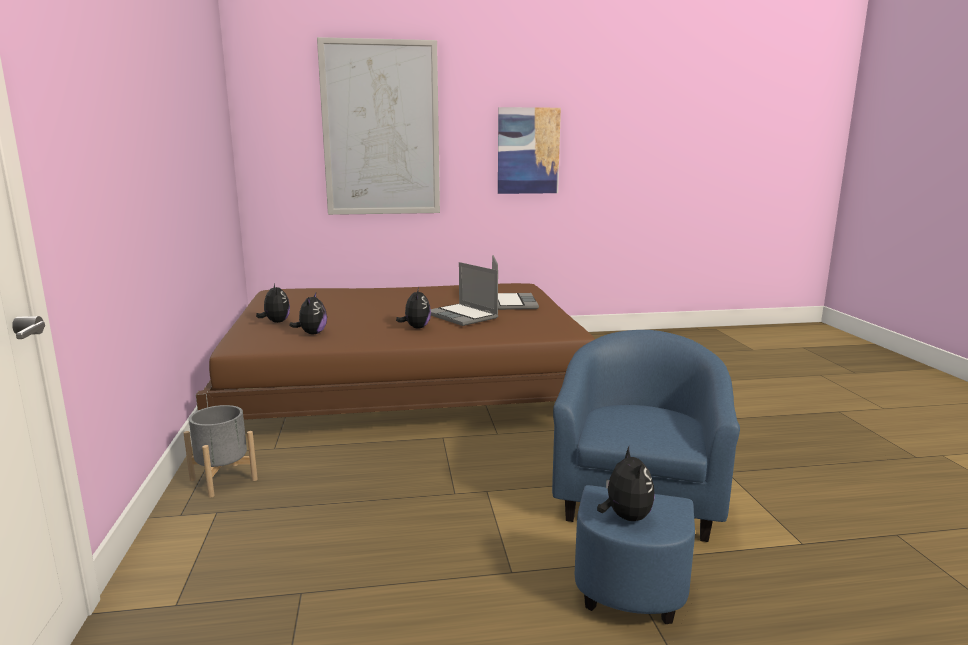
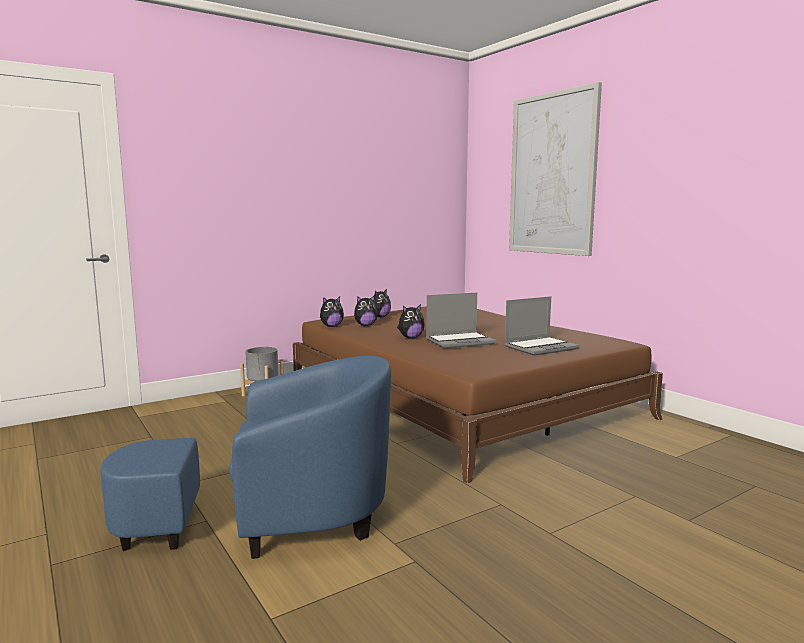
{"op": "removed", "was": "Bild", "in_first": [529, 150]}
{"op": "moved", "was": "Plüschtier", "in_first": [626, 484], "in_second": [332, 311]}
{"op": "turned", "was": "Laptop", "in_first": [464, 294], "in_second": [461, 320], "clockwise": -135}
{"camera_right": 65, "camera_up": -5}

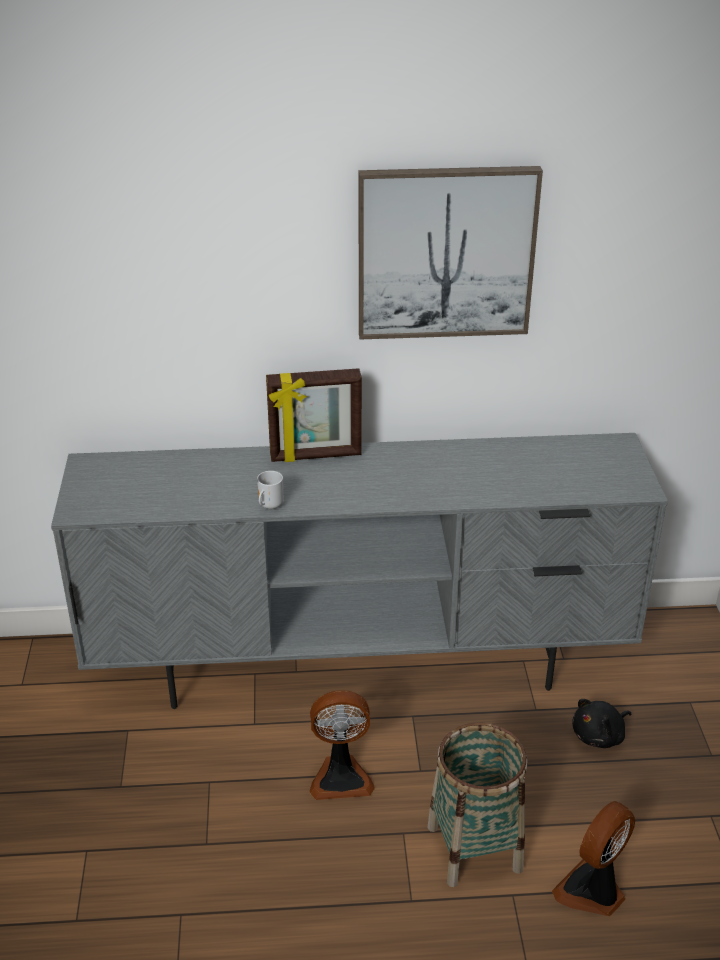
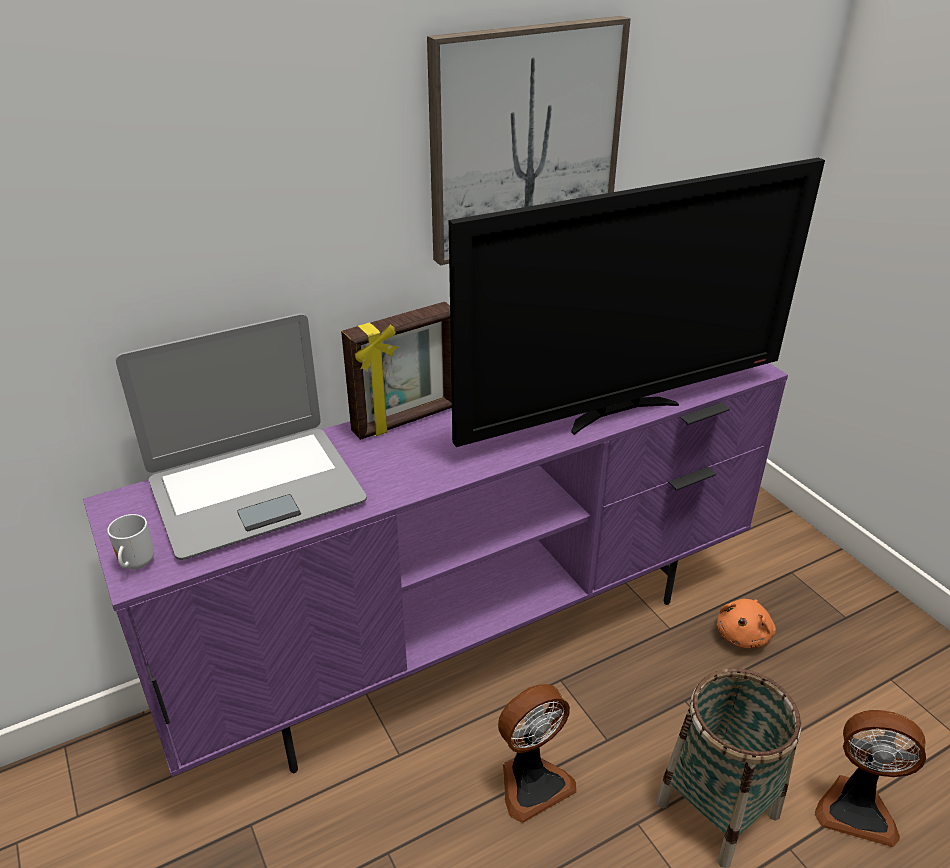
{"op": "added", "now": "Laptop", "in_second": [241, 436]}
{"op": "added", "now": "Fernseher", "in_second": [637, 302]}
{"op": "moved", "was": "Henkelbecher", "in_first": [270, 490], "in_second": [130, 541]}
{"op": "recoloured", "was": "Fernsehschrank [grau]", "now": "Fernsehschrank [lila]", "in_first": [359, 571], "in_second": [435, 570]}
{"op": "recoloured", "was": "Plüschtier [schwarz]", "now": "Plüschtier [orange]", "in_first": [601, 723], "in_second": [746, 623]}
{"op": "turned", "was": "Ventilator", "in_first": [593, 858], "in_second": [870, 778], "clockwise": -90}
{"camera_right": -25, "camera_up": 0}

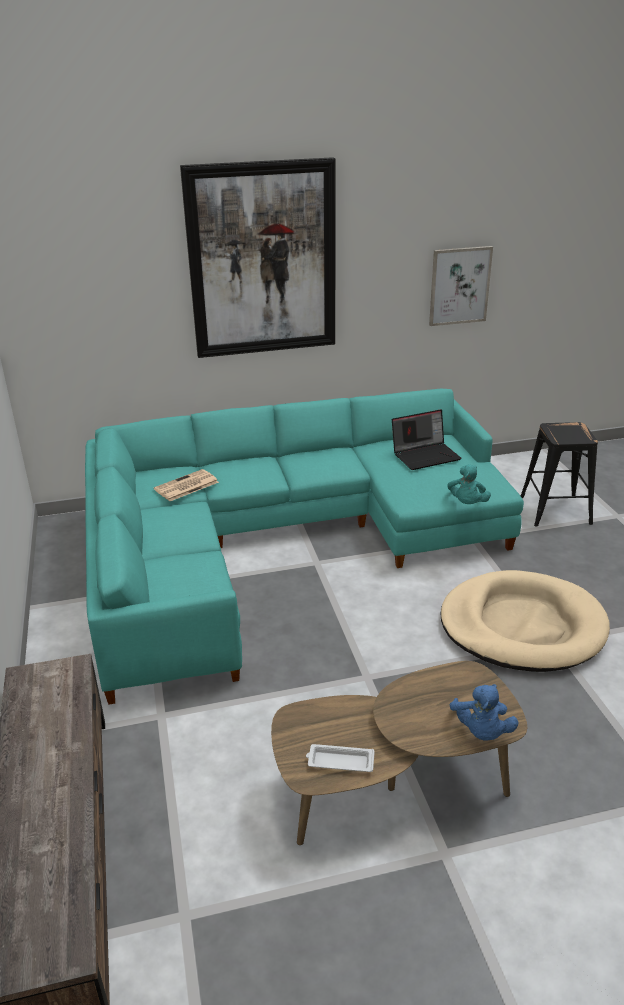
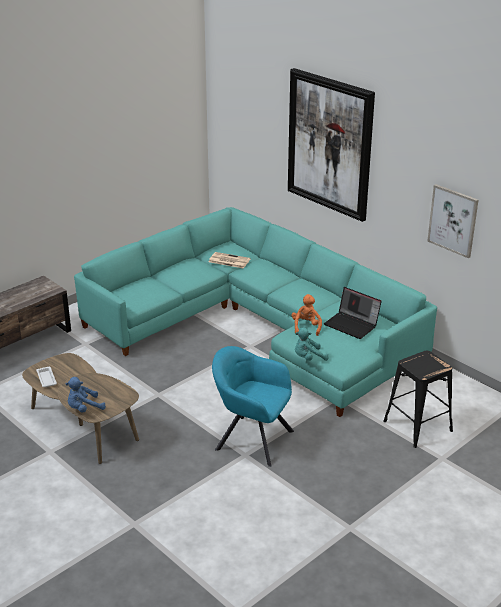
{"op": "added", "now": "Plüschtier [orange]", "in_second": [306, 315]}
{"op": "replaced", "was": "Hundebett [beige]", "now": "Sessel [türkis]", "in_first": [525, 621], "in_second": [253, 406]}
{"camera_right": 60, "camera_up": 0}

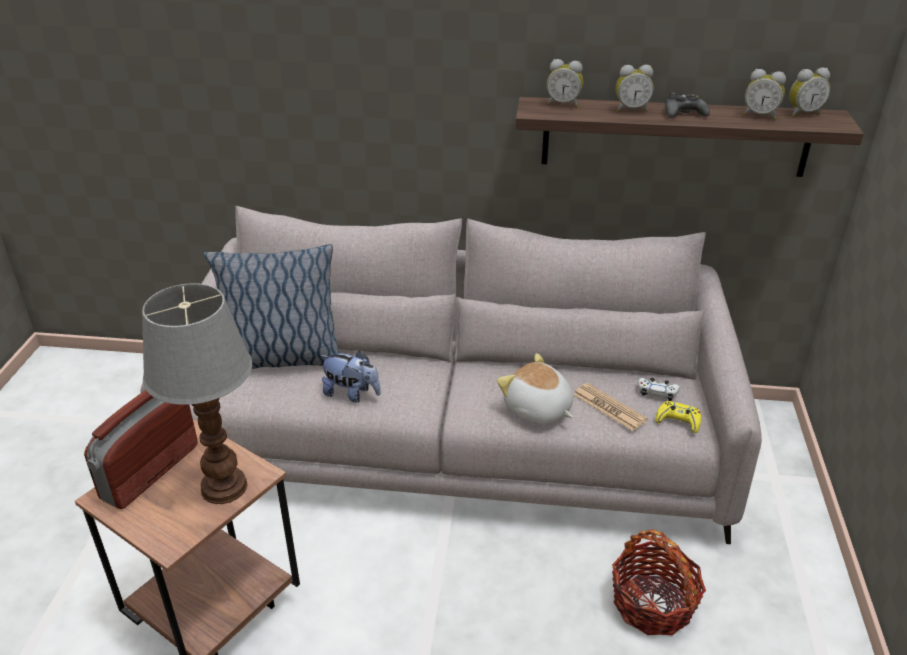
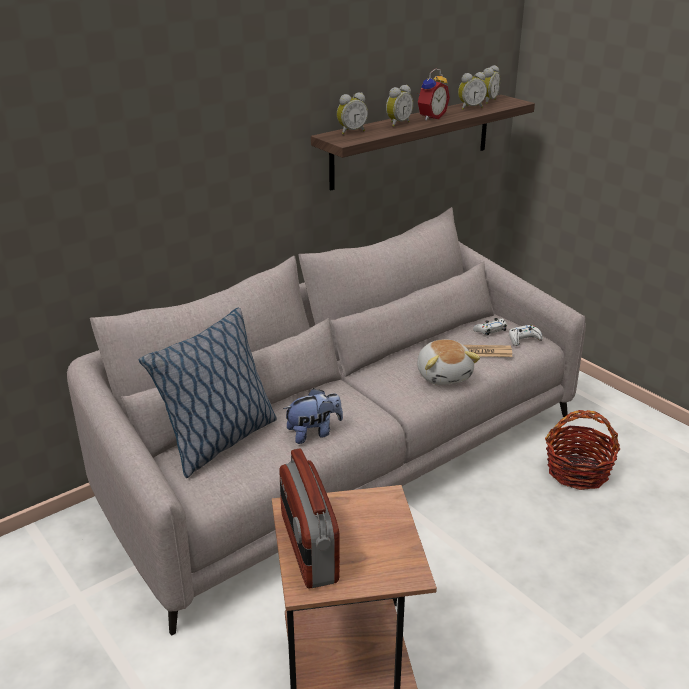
{"op": "removed", "was": "Tischlampe", "in_first": [197, 393]}
{"op": "replaced", "was": "Gamepad [schwarz]", "now": "Wecker", "in_first": [687, 105], "in_second": [433, 94]}
{"op": "recoloured", "was": "Gamepad [gelb]", "now": "Gamepad [weiß]", "in_first": [678, 417], "in_second": [526, 335]}
{"op": "turned", "was": "Plüschtier", "in_first": [535, 388], "in_second": [448, 362], "clockwise": -105}
{"camera_right": -45, "camera_up": -5}

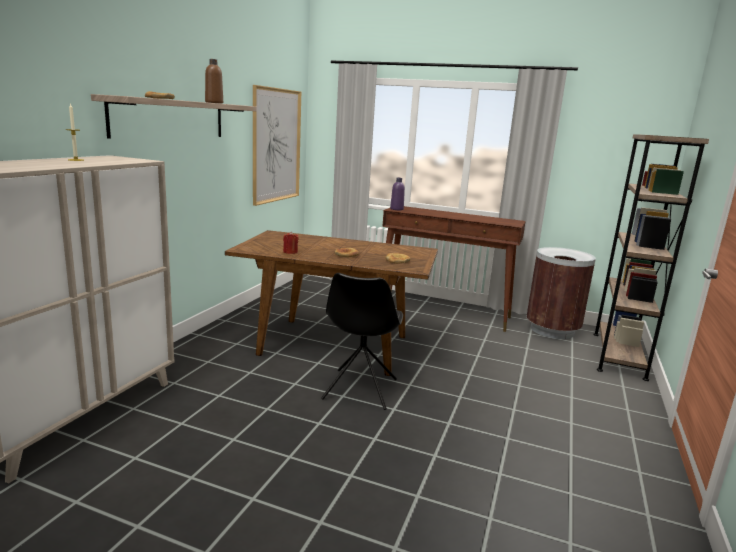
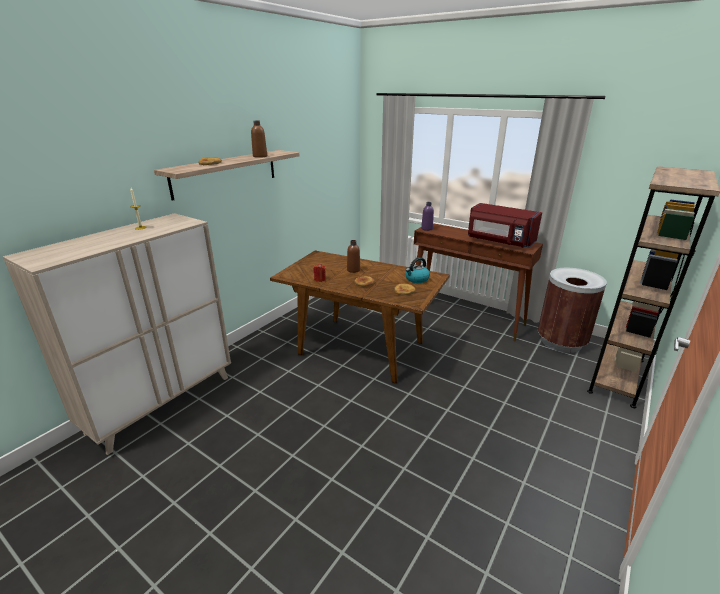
{"op": "removed", "was": "Bild", "in_first": [277, 145]}
{"op": "removed", "was": "Stuhl [schwarz]", "in_first": [362, 341]}
{"op": "added", "now": "Flasche [braun]", "in_second": [353, 256]}
{"op": "added", "now": "Wasserkessel", "in_second": [417, 270]}
{"op": "added", "now": "Mikrowelle [rot]", "in_second": [505, 225]}
{"camera_right": 15, "camera_up": 10}

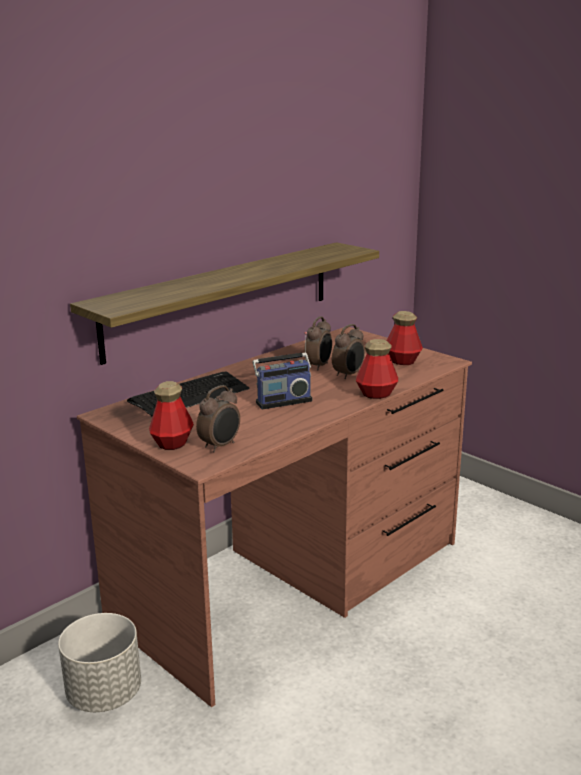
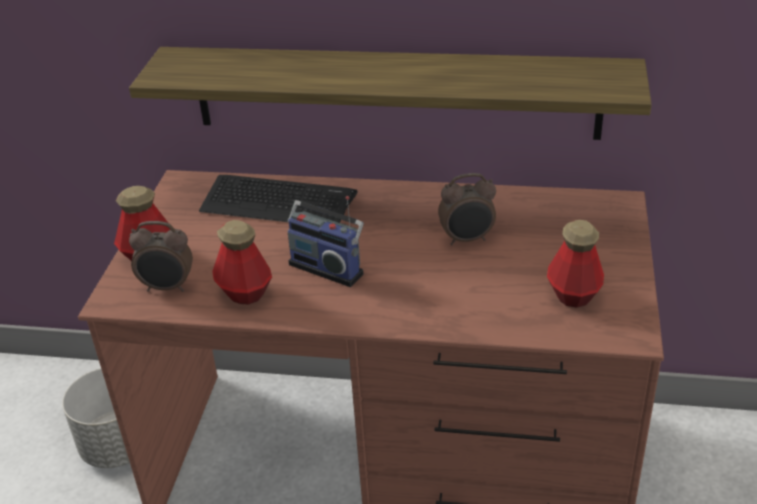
{"op": "removed", "was": "Wecker", "in_first": [348, 351]}
{"op": "moved", "was": "Flasche", "in_first": [377, 369], "in_second": [242, 262]}
{"camera_right": 55, "camera_up": 15}

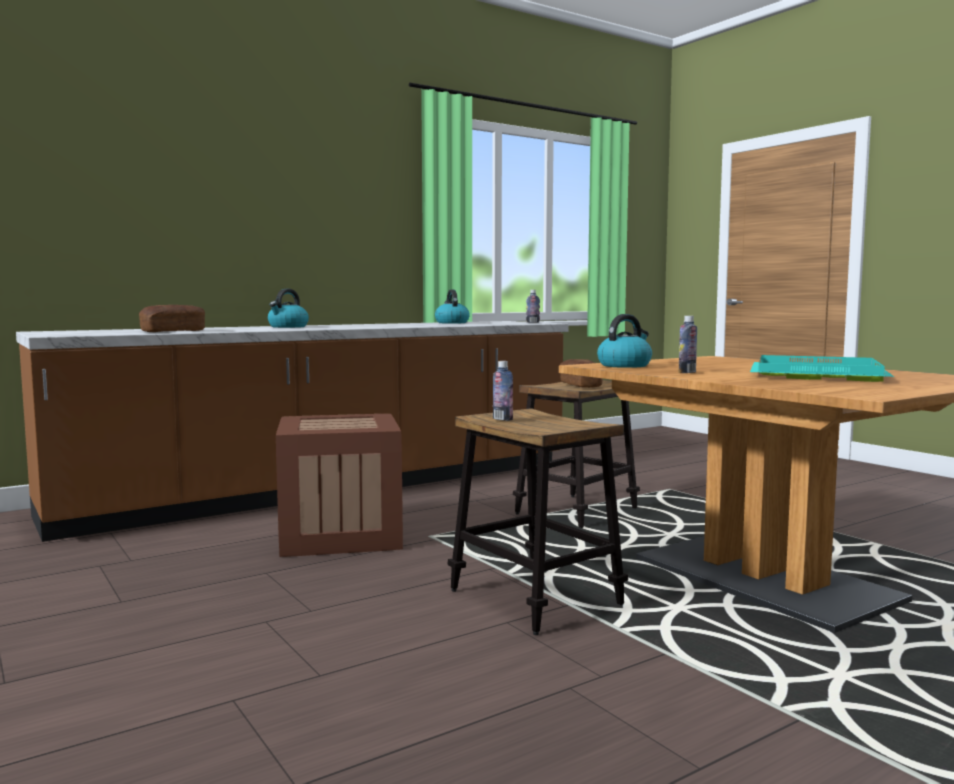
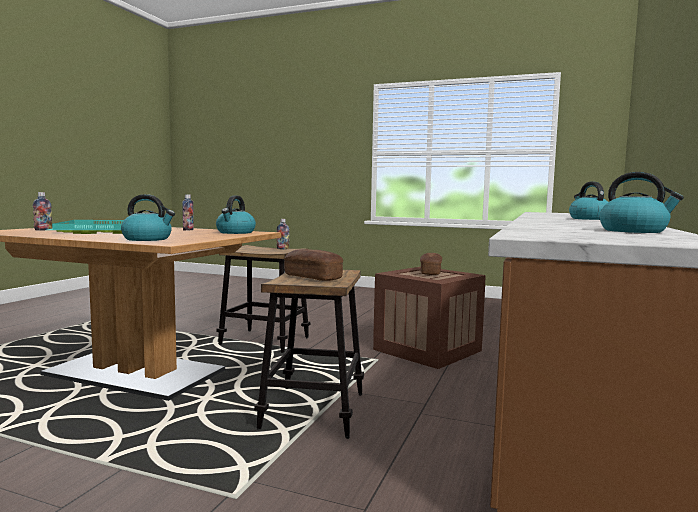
{"op": "added", "now": "Wasserkessel", "in_second": [148, 217]}
{"op": "moved", "was": "Brot", "in_first": [172, 318], "in_second": [431, 264]}
{"op": "moved", "was": "Flasche", "in_first": [533, 306], "in_second": [42, 211]}
{"camera_right": 145, "camera_up": 0}

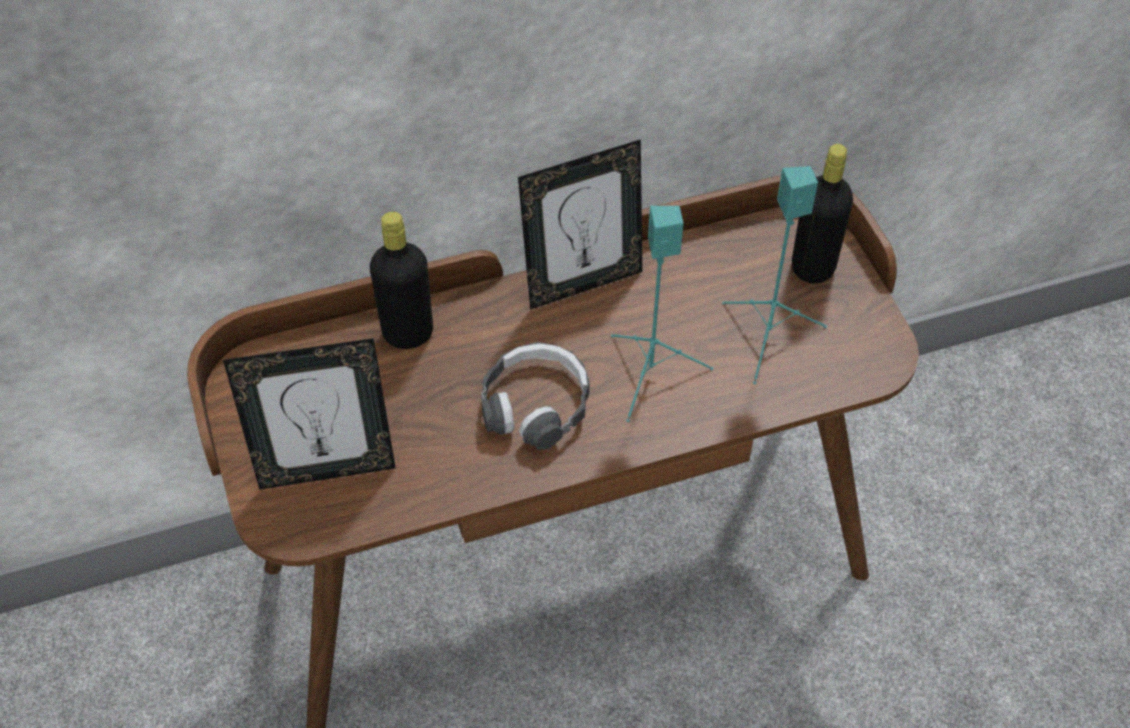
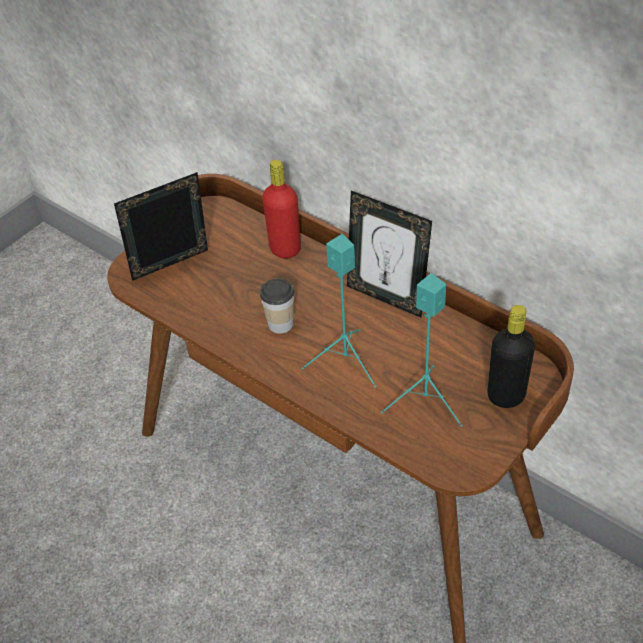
{"op": "replaced", "was": "Kopfhörer", "now": "Tasse", "in_first": [535, 396], "in_second": [277, 306]}
{"op": "recoloured", "was": "Flasche [schwarz]", "now": "Flasche [rot]", "in_first": [401, 280], "in_second": [281, 209]}
{"op": "turned", "was": "Bilderrahmen", "in_first": [309, 414], "in_second": [161, 226], "clockwise": 105}
{"camera_right": 60, "camera_up": -5}

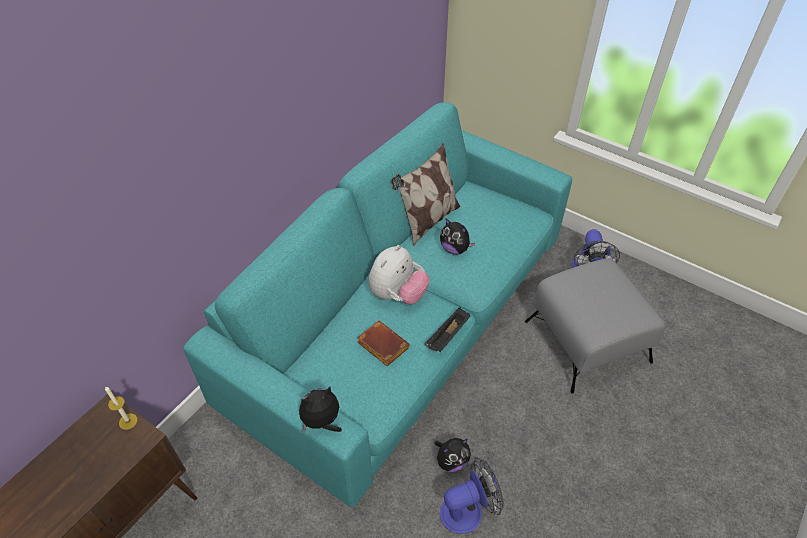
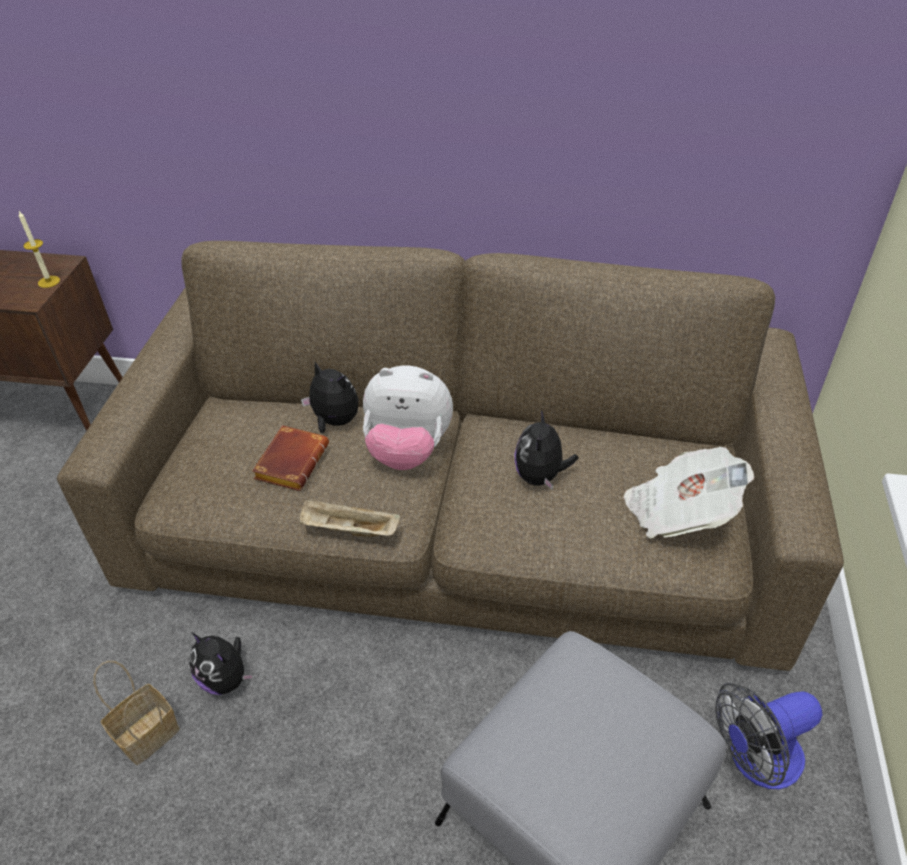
{"op": "removed", "was": "Kissen", "in_first": [425, 195]}
{"op": "added", "now": "Zeitung", "in_second": [688, 492]}
{"op": "moved", "was": "Plüschtier", "in_first": [320, 409], "in_second": [329, 397]}
{"op": "replaced", "was": "Ventilator", "now": "Korb", "in_first": [472, 495], "in_second": [136, 713]}
{"op": "recoloured", "was": "Sofa [türkis]", "now": "Sofa [braun]", "in_first": [377, 305], "in_second": [450, 456]}
{"op": "recoloured", "was": "Tablett [schwarz]", "now": "Tablett [beige]", "in_first": [447, 329], "in_second": [349, 518]}
{"camera_right": 65, "camera_up": -5}

